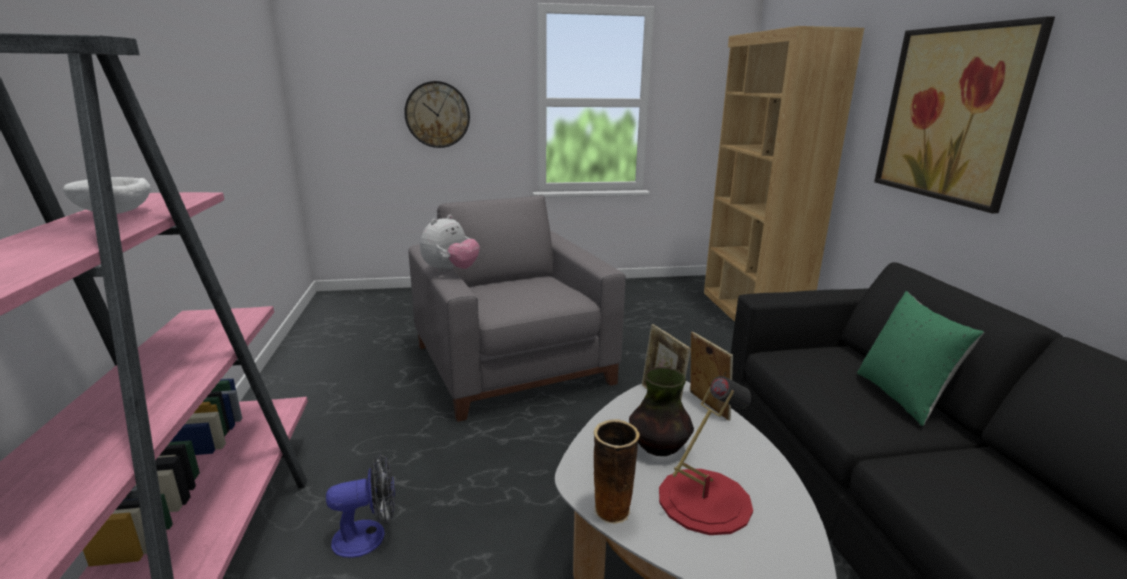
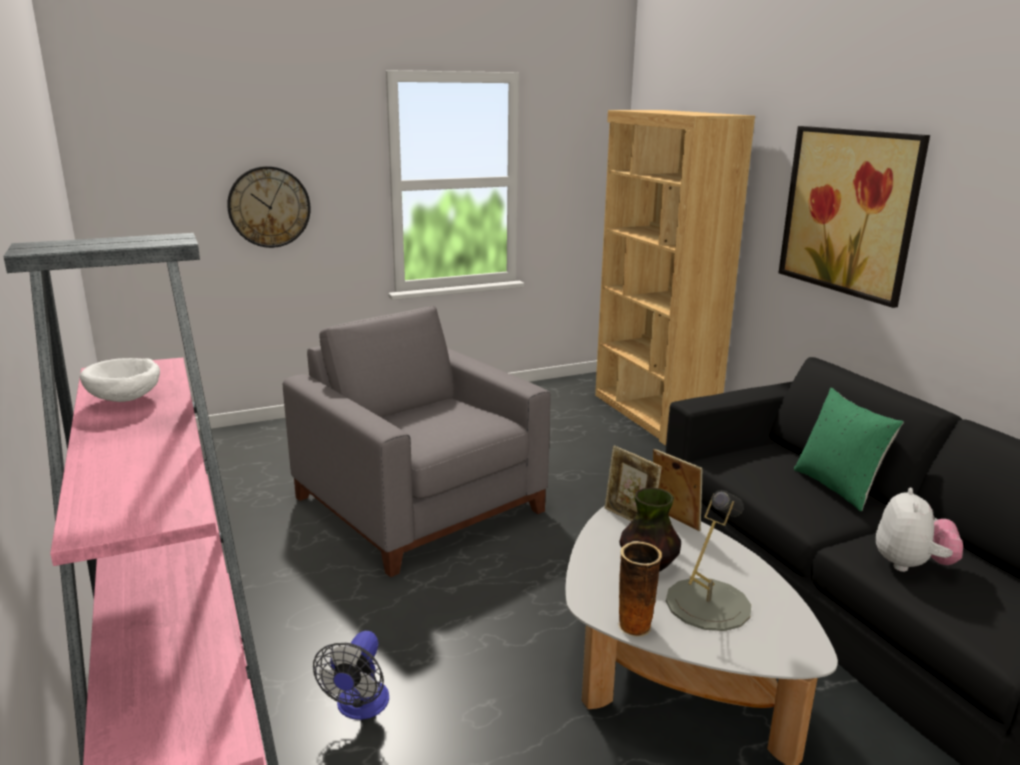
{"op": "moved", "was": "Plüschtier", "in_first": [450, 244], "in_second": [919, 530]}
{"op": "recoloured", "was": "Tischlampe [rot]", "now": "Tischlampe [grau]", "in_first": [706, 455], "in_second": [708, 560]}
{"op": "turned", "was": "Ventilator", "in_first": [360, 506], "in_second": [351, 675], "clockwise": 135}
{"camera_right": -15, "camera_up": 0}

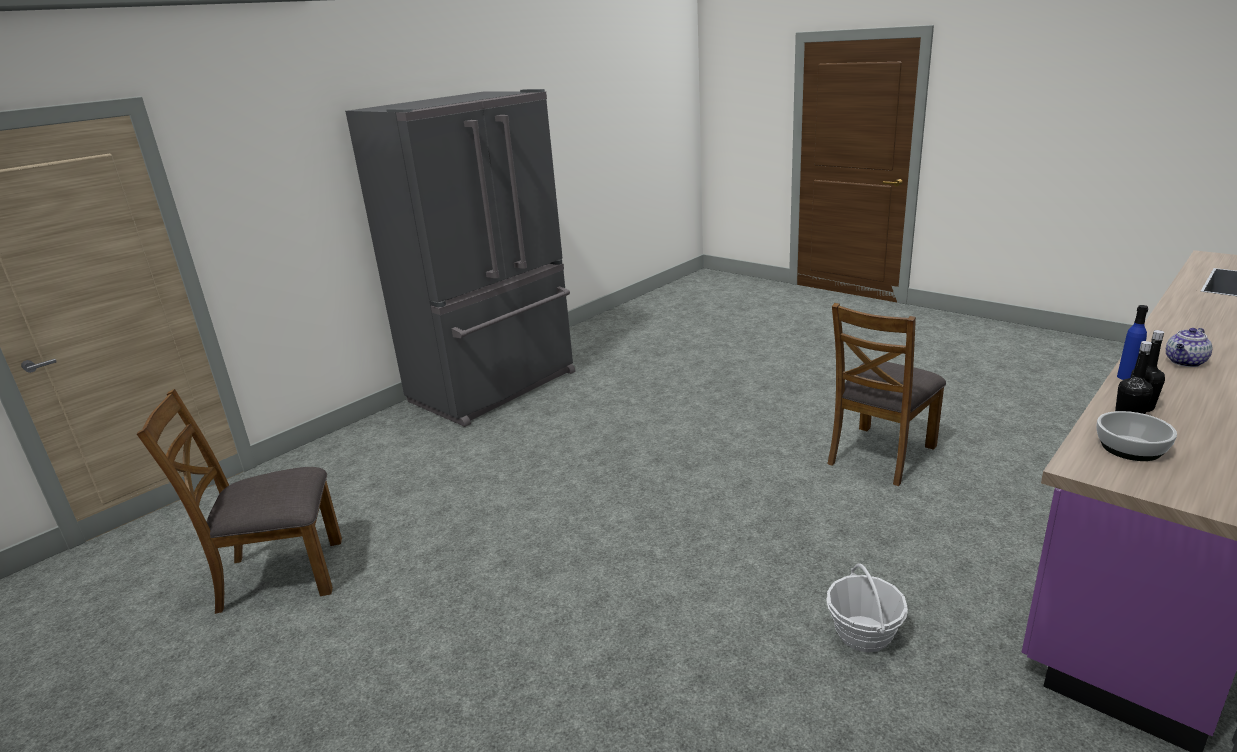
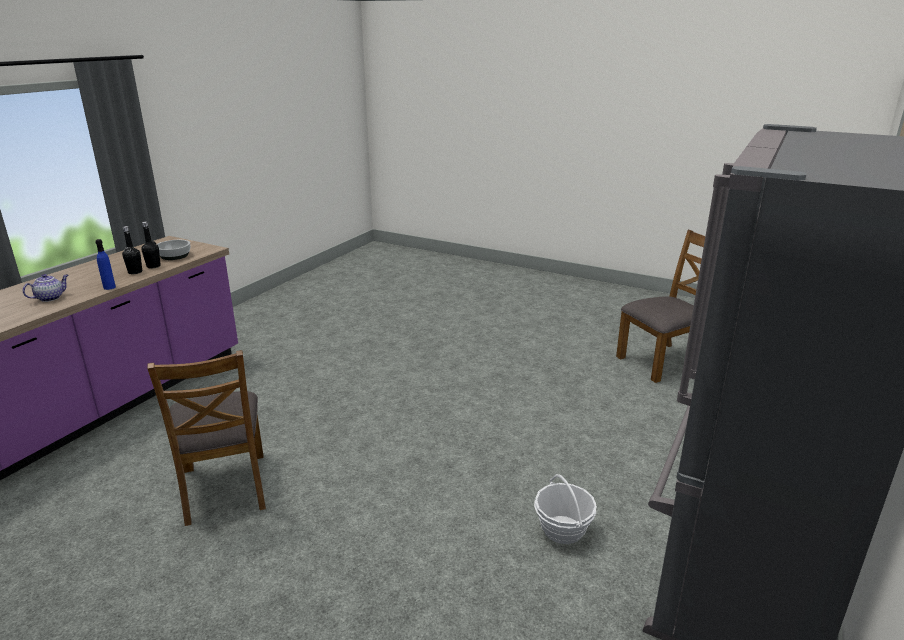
{"op": "moved", "was": "Korb", "in_first": [867, 607], "in_second": [565, 509]}
{"op": "turned", "was": "Stuhl [braun]", "in_first": [886, 394], "in_second": [206, 438], "clockwise": 135}
{"camera_right": 165, "camera_up": 0}

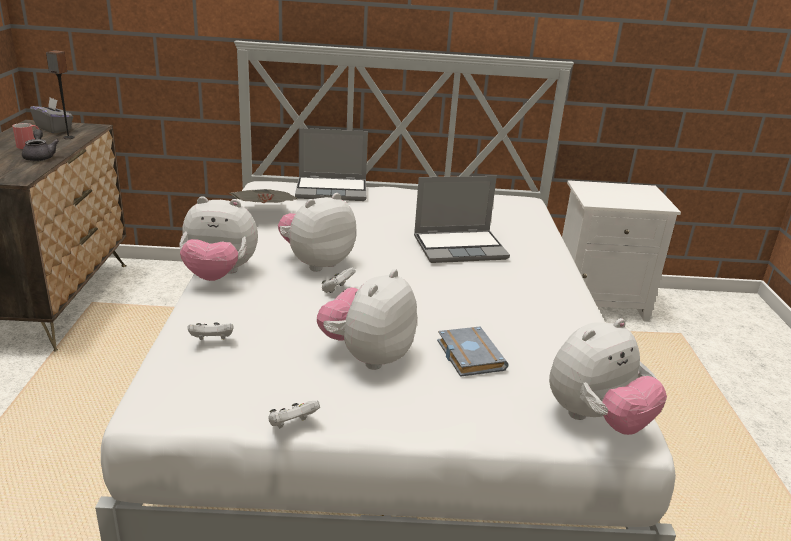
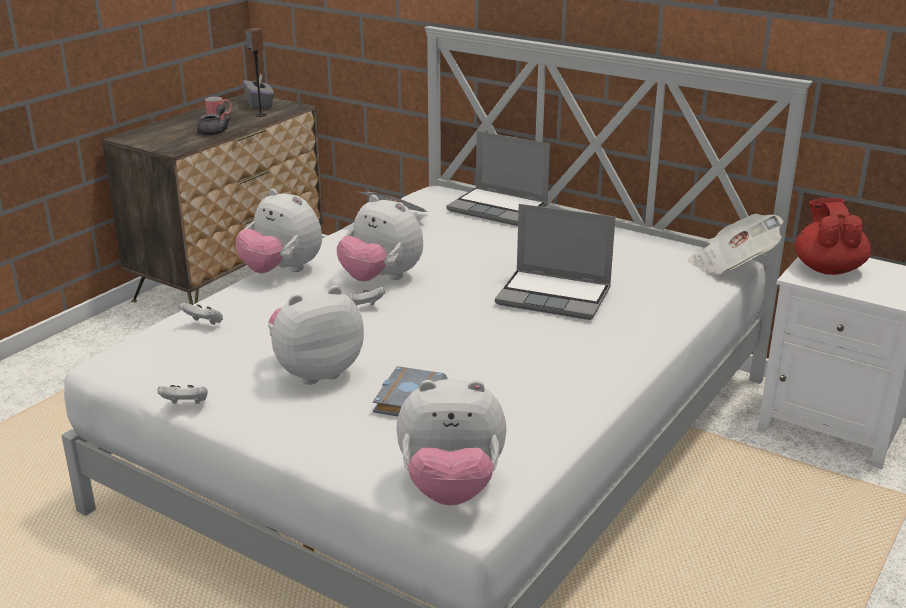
{"op": "added", "now": "Zeitung", "in_second": [736, 244]}
{"op": "added", "now": "Teekanne [rot]", "in_second": [832, 236]}
{"op": "turned", "was": "Plüschtier", "in_first": [317, 232], "in_second": [380, 238], "clockwise": -135}
{"camera_right": 35, "camera_up": 0}

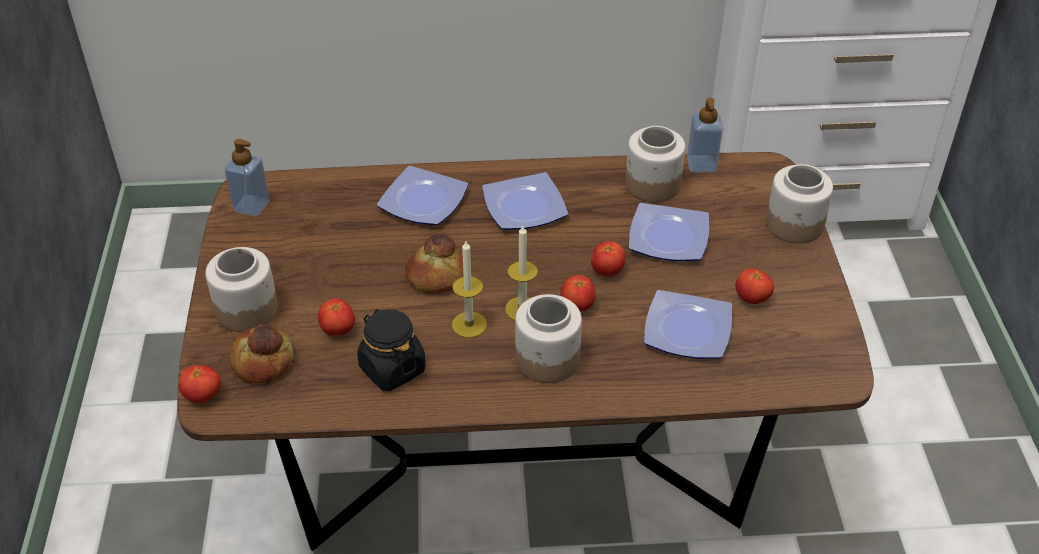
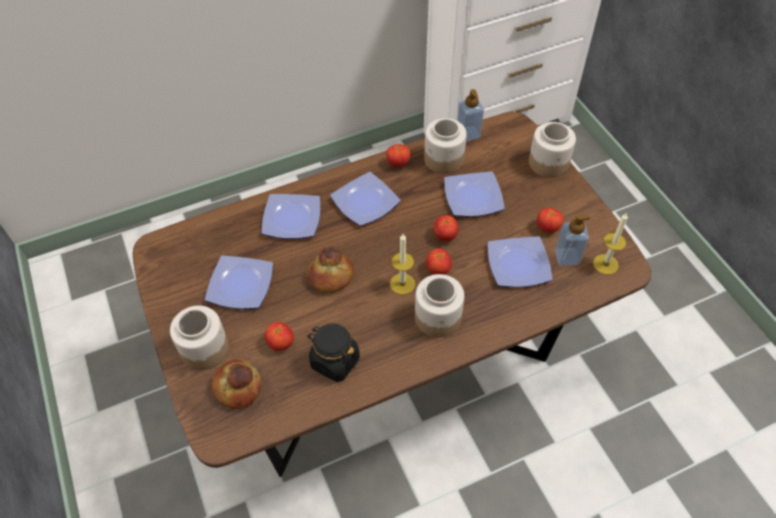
{"op": "added", "now": "Teller", "in_second": [239, 282]}
{"op": "moved", "was": "Tomate", "in_first": [200, 384], "in_second": [398, 155]}
{"op": "moved", "was": "Seifenspender", "in_first": [247, 177], "in_second": [572, 240]}
{"op": "moved", "was": "Kerze", "in_first": [469, 289], "in_second": [610, 244]}
{"camera_right": -20, "camera_up": 10}

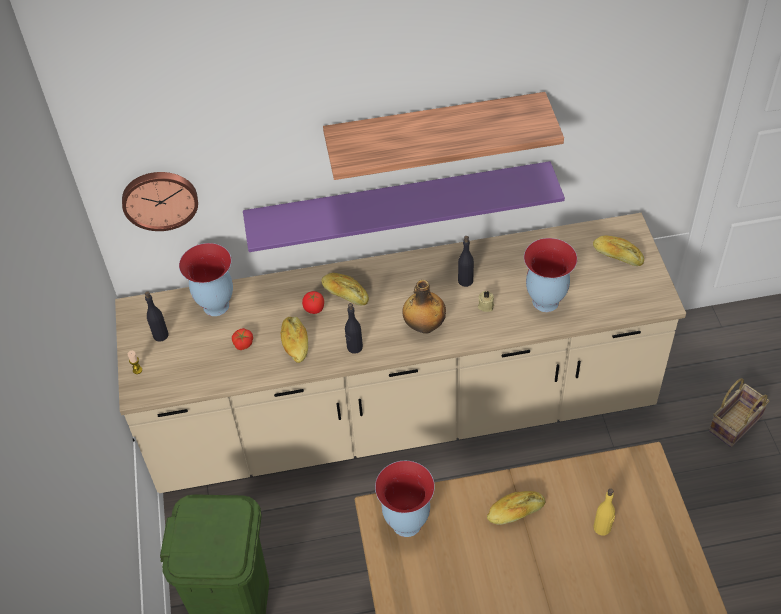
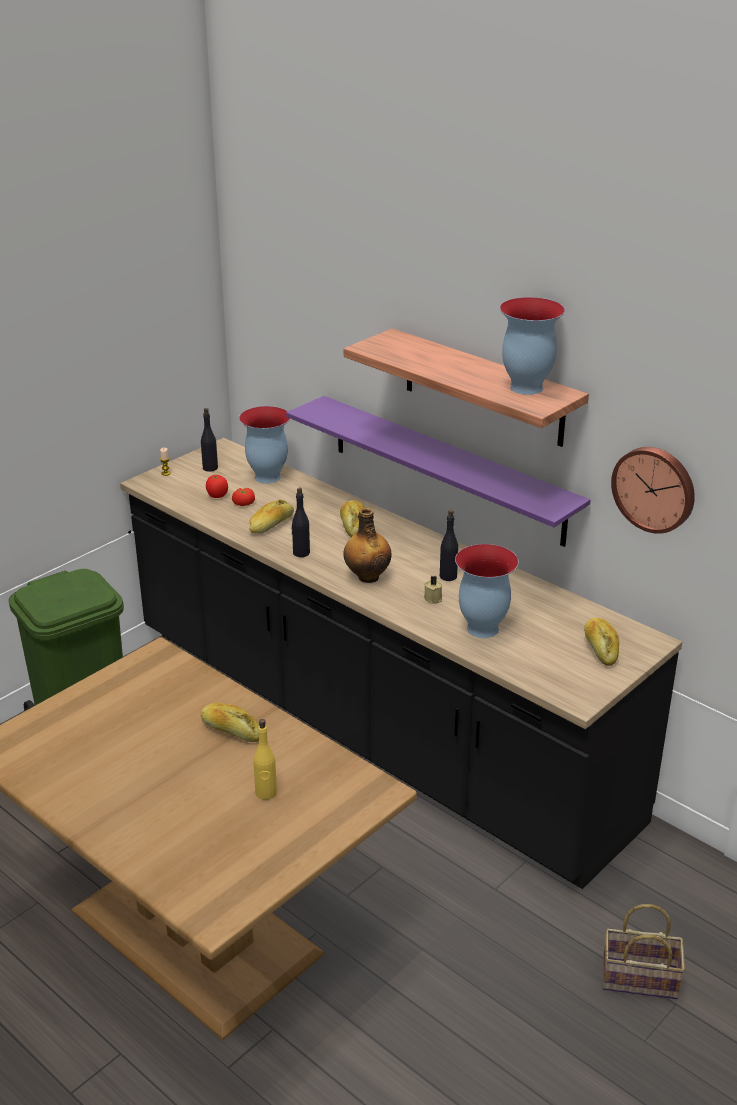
{"op": "moved", "was": "Wanduhr", "in_first": [160, 201], "in_second": [653, 490]}
{"op": "moved", "was": "Tomate", "in_first": [313, 302], "in_second": [217, 486]}
{"op": "moved", "was": "Vase", "in_first": [405, 499], "in_second": [532, 346]}
{"op": "recoloured", "was": "Küchenzeile [beige]", "now": "Küchenzeile [schwarz]", "in_first": [400, 353], "in_second": [401, 663]}
{"camera_right": 50, "camera_up": -20}

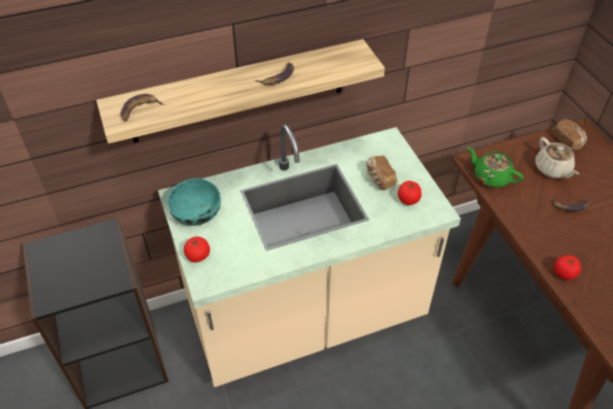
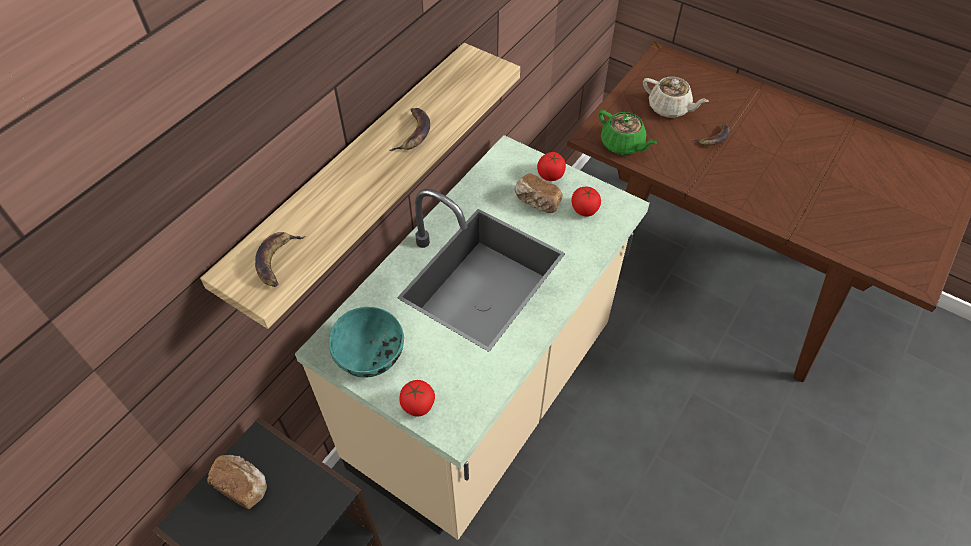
{"op": "moved", "was": "Brot", "in_first": [570, 134], "in_second": [237, 482]}
{"op": "moved", "was": "Tomate", "in_first": [567, 267], "in_second": [551, 166]}
{"op": "turned", "was": "Teekanne [grün]", "in_first": [495, 167], "in_second": [627, 132], "clockwise": -135}
{"camera_right": -35, "camera_up": 5}

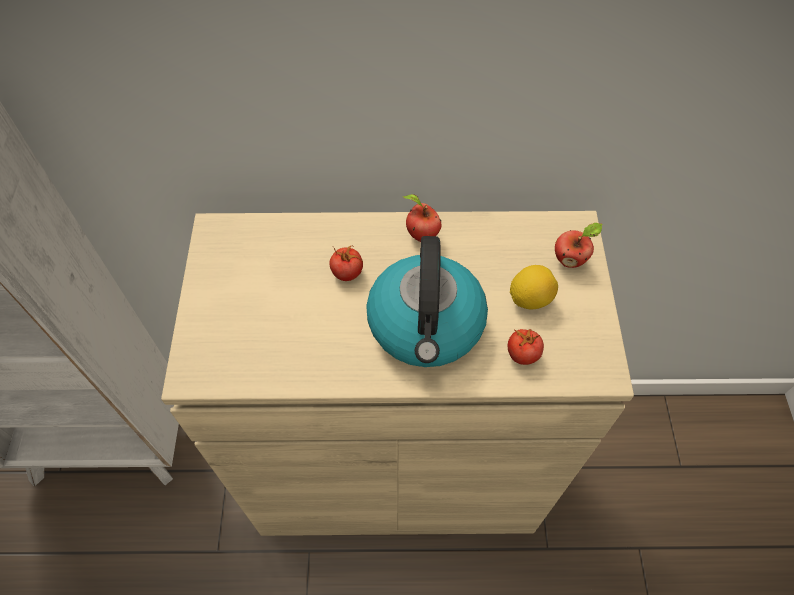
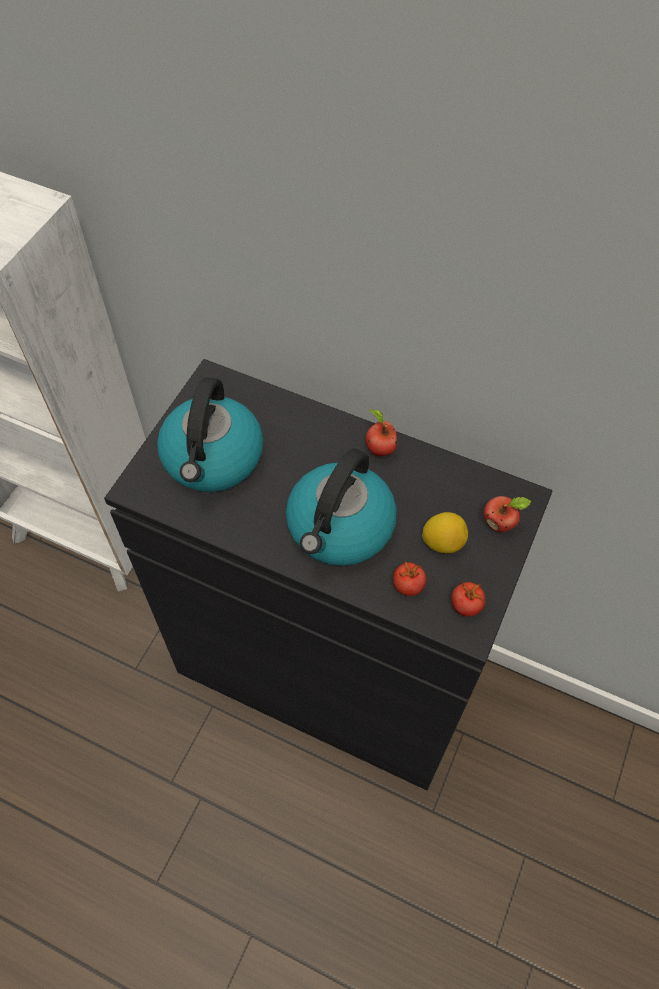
{"op": "added", "now": "Wasserkessel", "in_second": [210, 434]}
{"op": "moved", "was": "Tomate", "in_first": [346, 263], "in_second": [468, 598]}
{"op": "recoloured", "was": "Schrank [beige]", "now": "Schrank [schwarz]", "in_first": [397, 373], "in_second": [328, 574]}
{"camera_right": 25, "camera_up": 0}

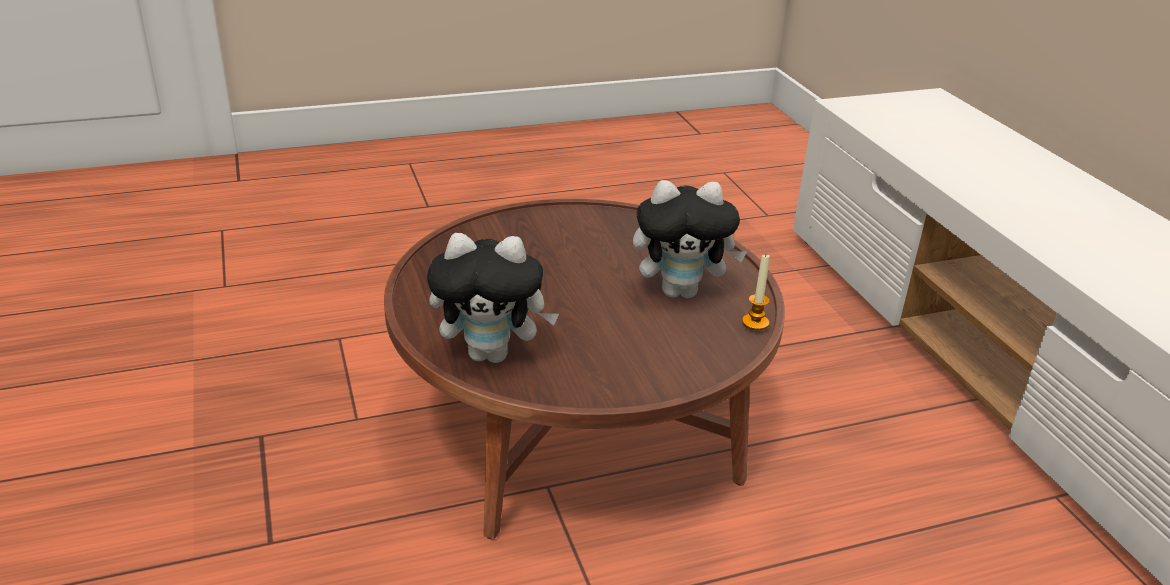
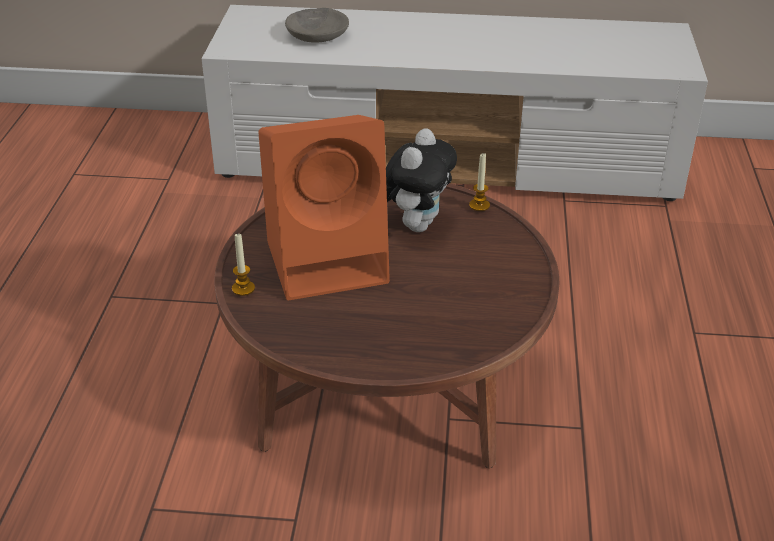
{"op": "removed", "was": "Plüschtier", "in_first": [493, 298]}
{"op": "added", "now": "Kerze", "in_second": [243, 264]}
{"op": "added", "now": "Lautsprecher [orange]", "in_second": [324, 207]}
{"op": "added", "now": "Schüssel [grau]", "in_second": [317, 25]}
{"camera_right": -65, "camera_up": 5}

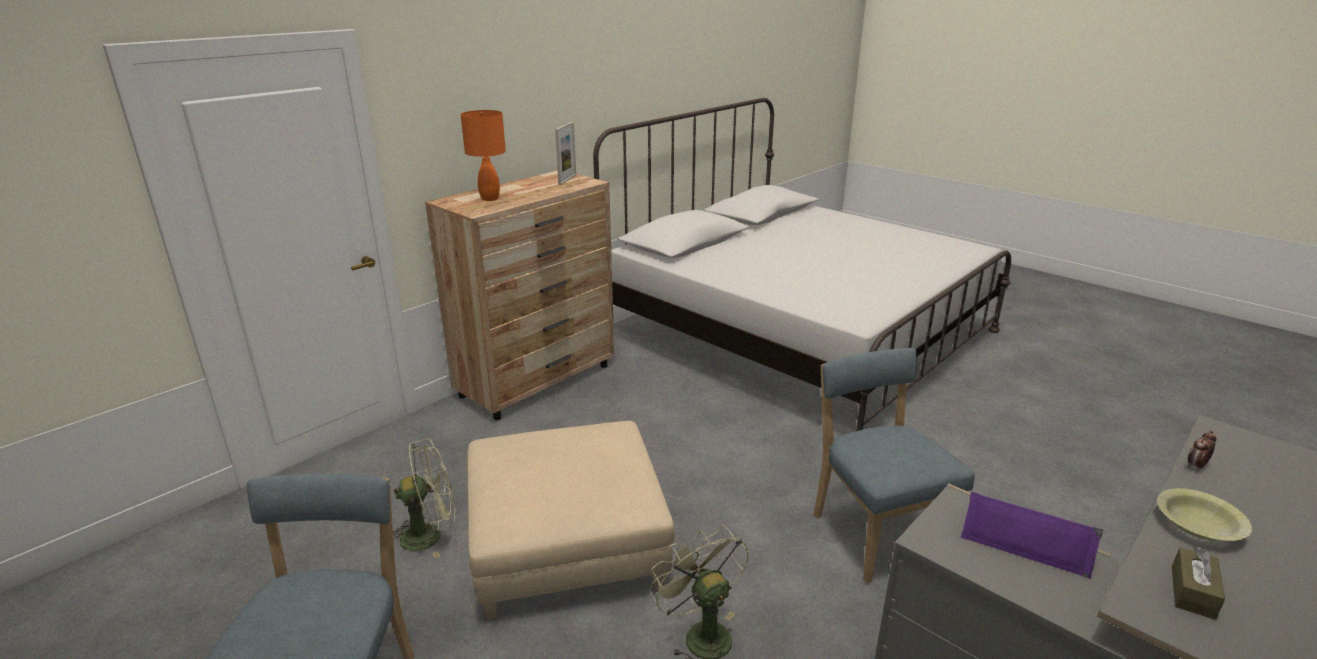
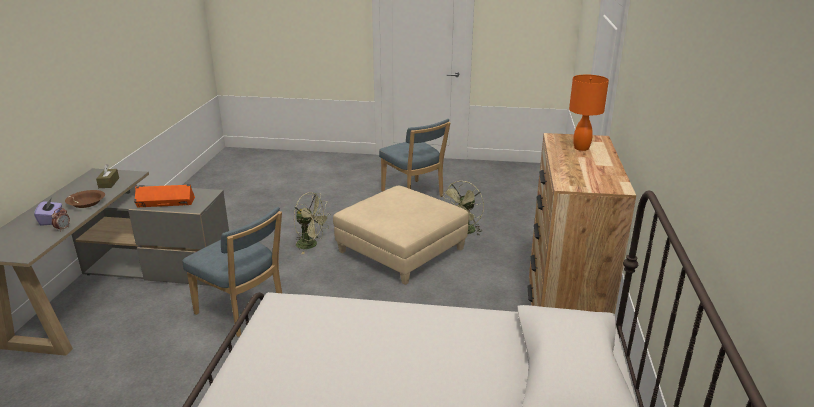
{"op": "removed", "was": "Bilderrahmen", "in_first": [565, 153]}
{"op": "added", "now": "Taschentuchbox [lila]", "in_second": [48, 212]}
{"op": "recoloured", "was": "Lautsprecher [lila]", "now": "Lautsprecher [orange]", "in_first": [1032, 535], "in_second": [164, 195]}
{"op": "recoloured", "was": "Schüssel [gelb]", "now": "Schüssel [braun]", "in_first": [1204, 514], "in_second": [85, 199]}
{"camera_right": 145, "camera_up": 0}

